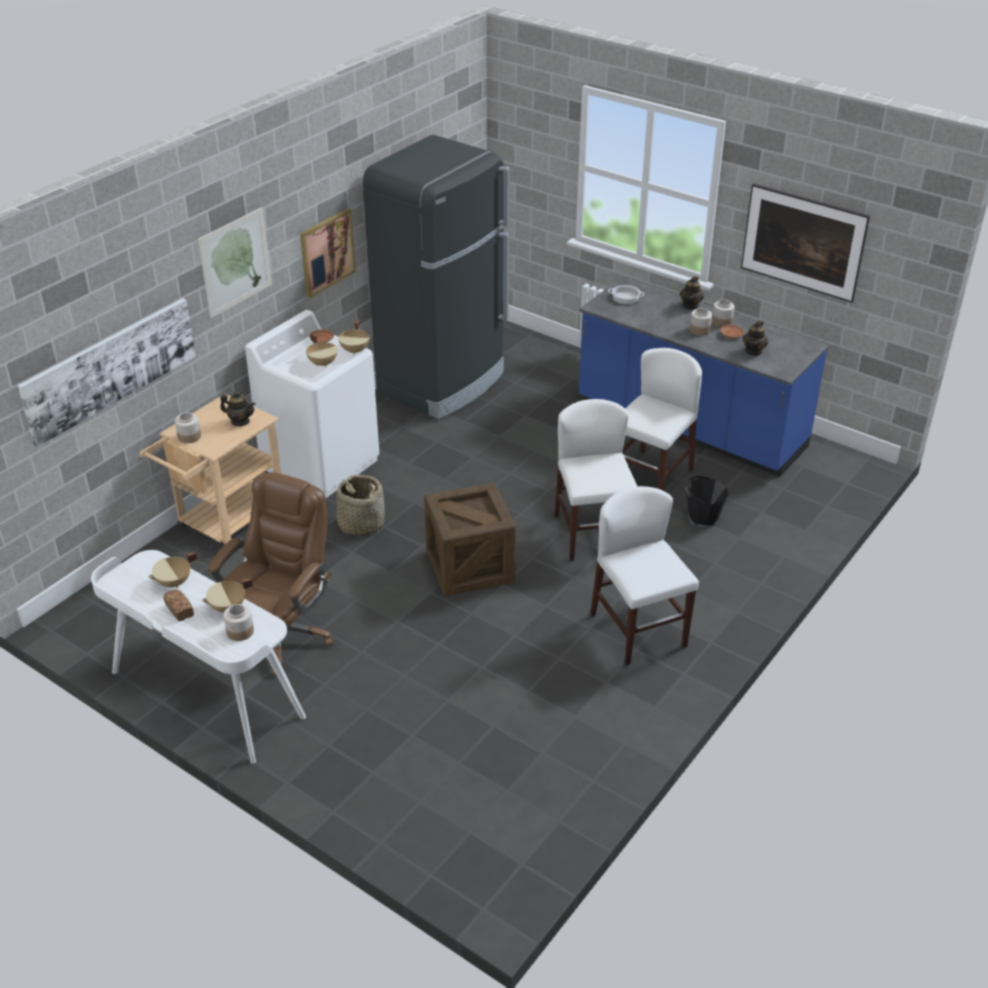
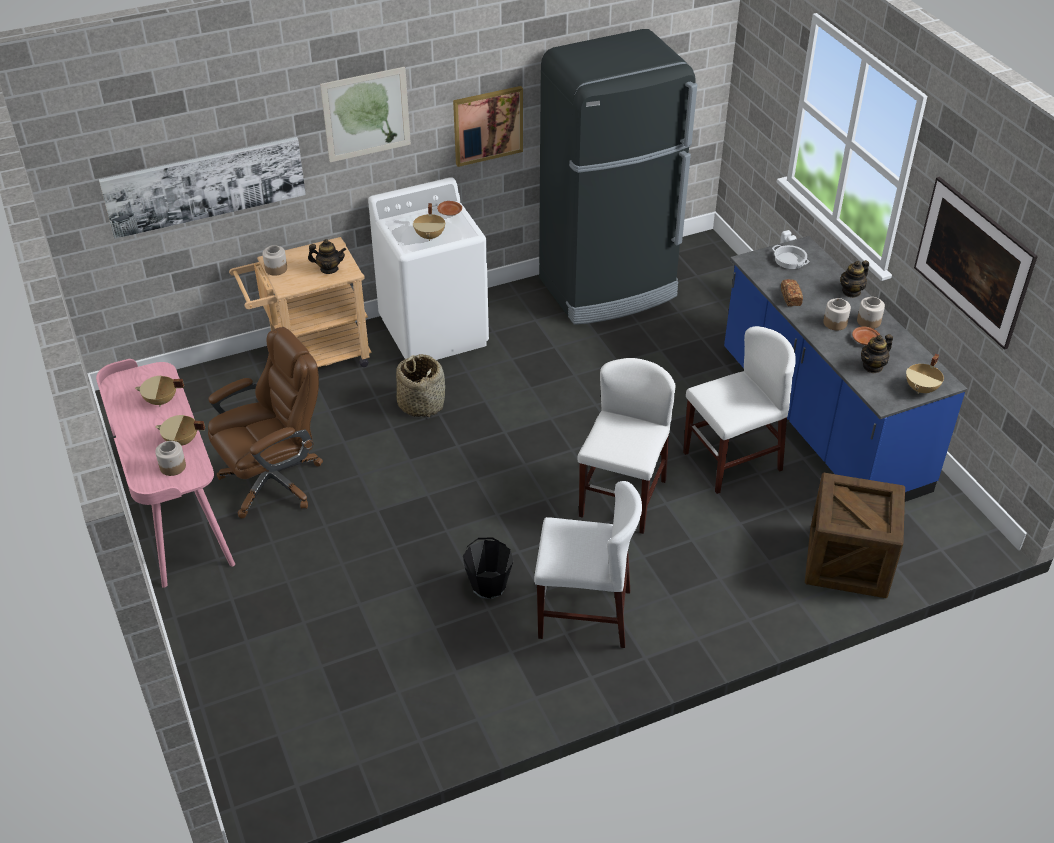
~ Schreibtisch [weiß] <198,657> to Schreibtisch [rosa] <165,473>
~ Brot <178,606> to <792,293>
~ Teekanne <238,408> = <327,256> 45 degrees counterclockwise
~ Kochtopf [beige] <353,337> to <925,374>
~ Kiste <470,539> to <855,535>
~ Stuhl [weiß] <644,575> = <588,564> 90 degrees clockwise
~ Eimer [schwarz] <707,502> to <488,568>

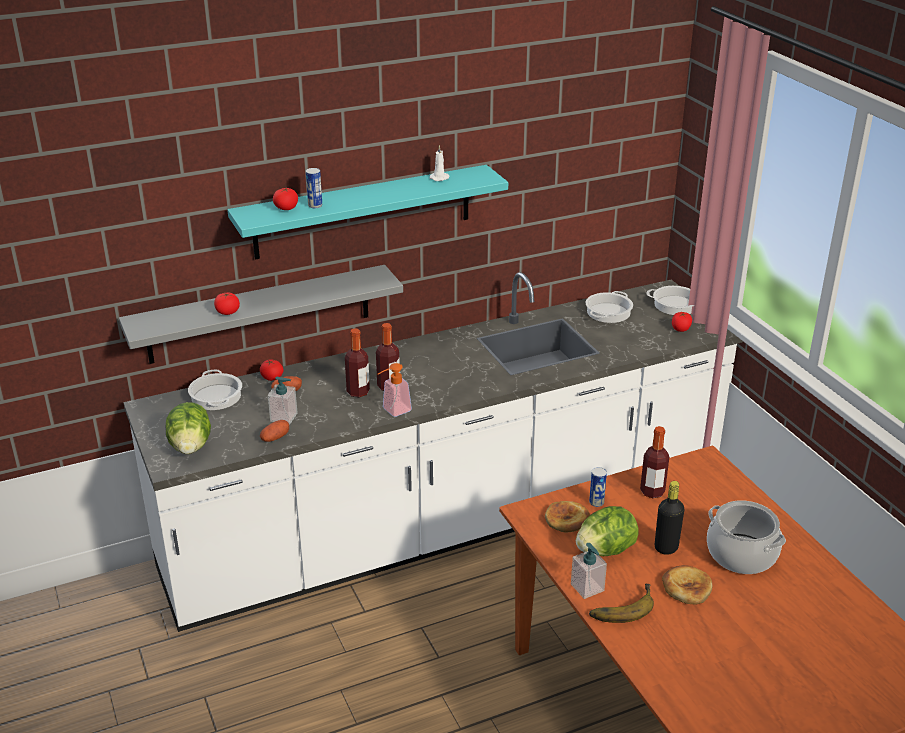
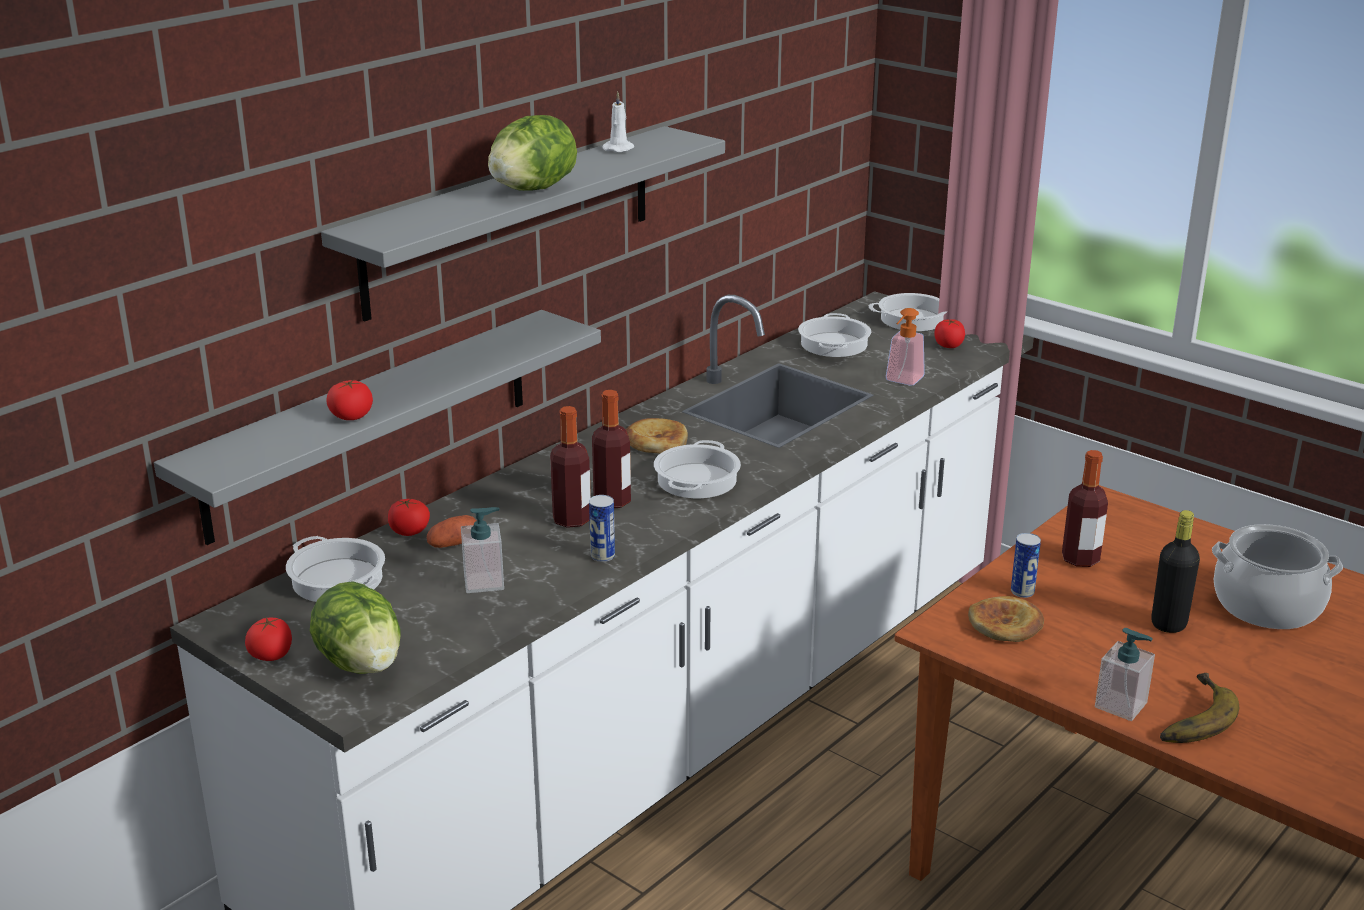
~ Wandregal [türkis] <367,212> to Wandregal [grau] <523,224>
- Kartoffel <274,431>
~ Tomate <285,199> to <268,639>
~ Dose <314,188> to <602,528>
~ Seifenspender <394,390> to <905,346>
~ Salatkopf <607,531> to <532,153>
~ Brot <687,585> to <657,435>
+ Kochtopf <697,469>

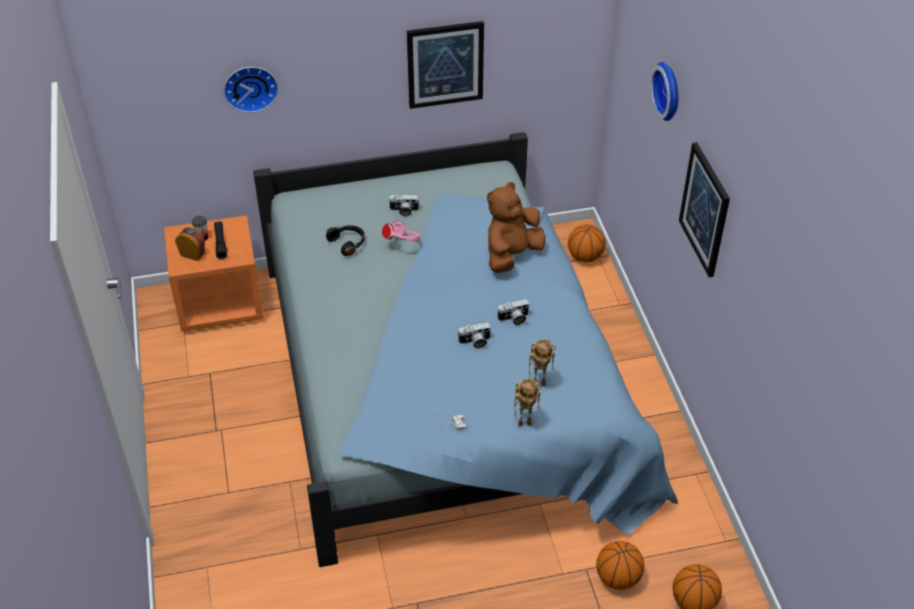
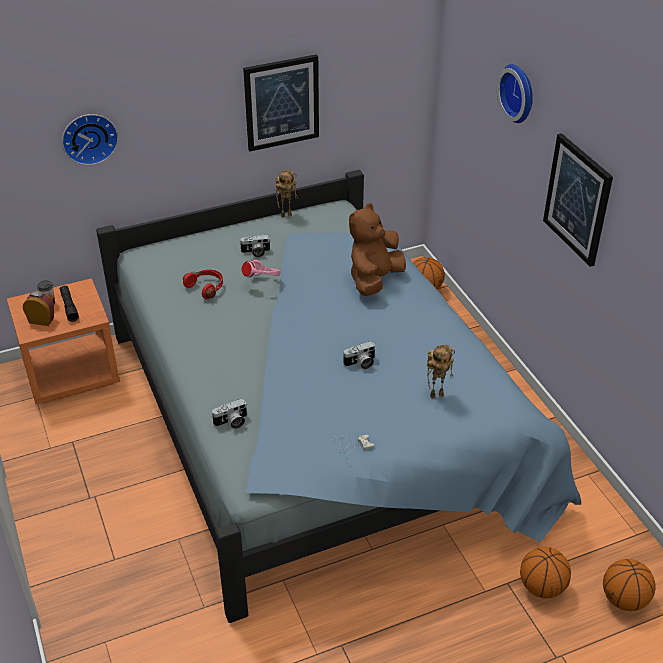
~ Kopfhörer [schwarz] <345,240> to Kopfhörer [rot] <203,284>
~ Kamera <513,312> to <229,413>
~ Spielzeugroboter <528,403> to <286,194>

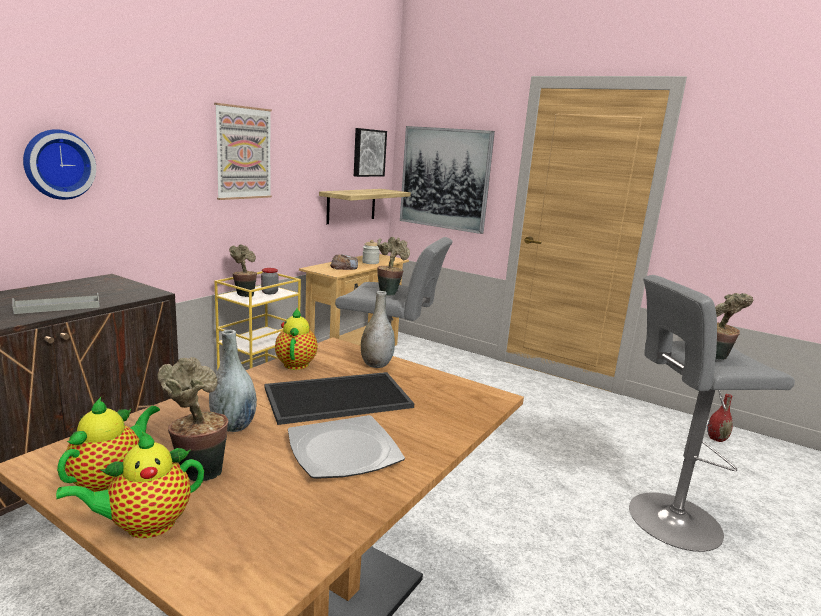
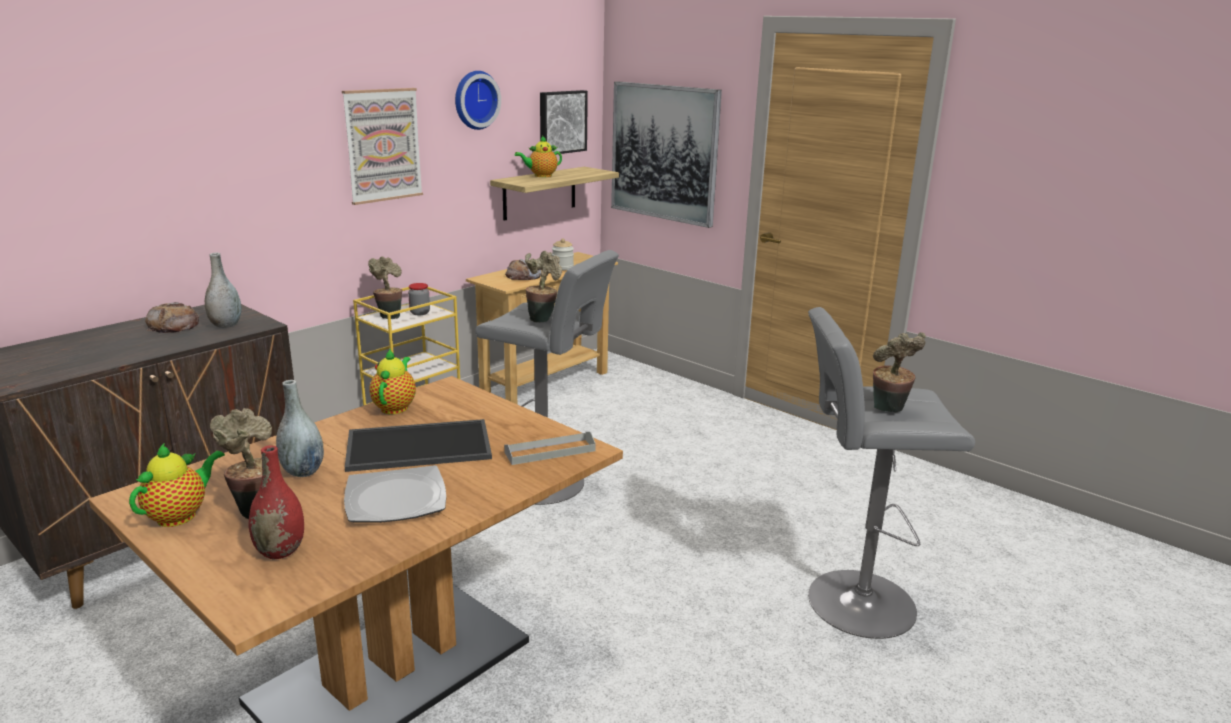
~ Tablett [grau] <56,303> to <550,448>
~ Wanduhr <59,164> to <478,100>
~ Teekanne <130,484> to <538,156>
~ Vase [grau] <378,329> to <223,290>
~ Vase [rot] <720,418> to <276,502>
+ Brot <172,317>

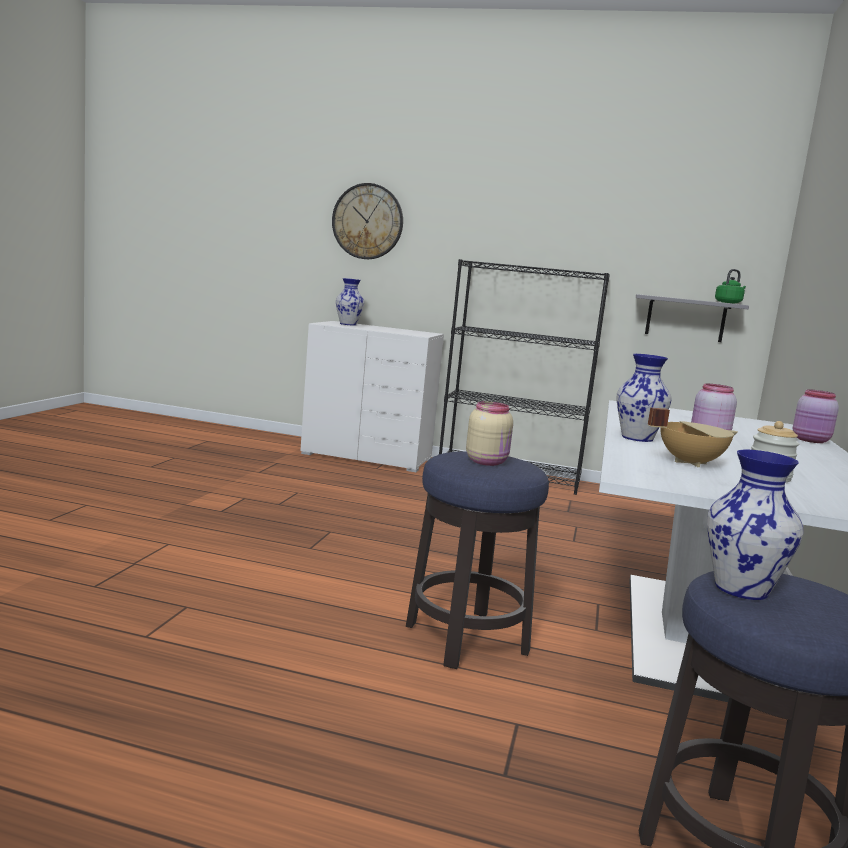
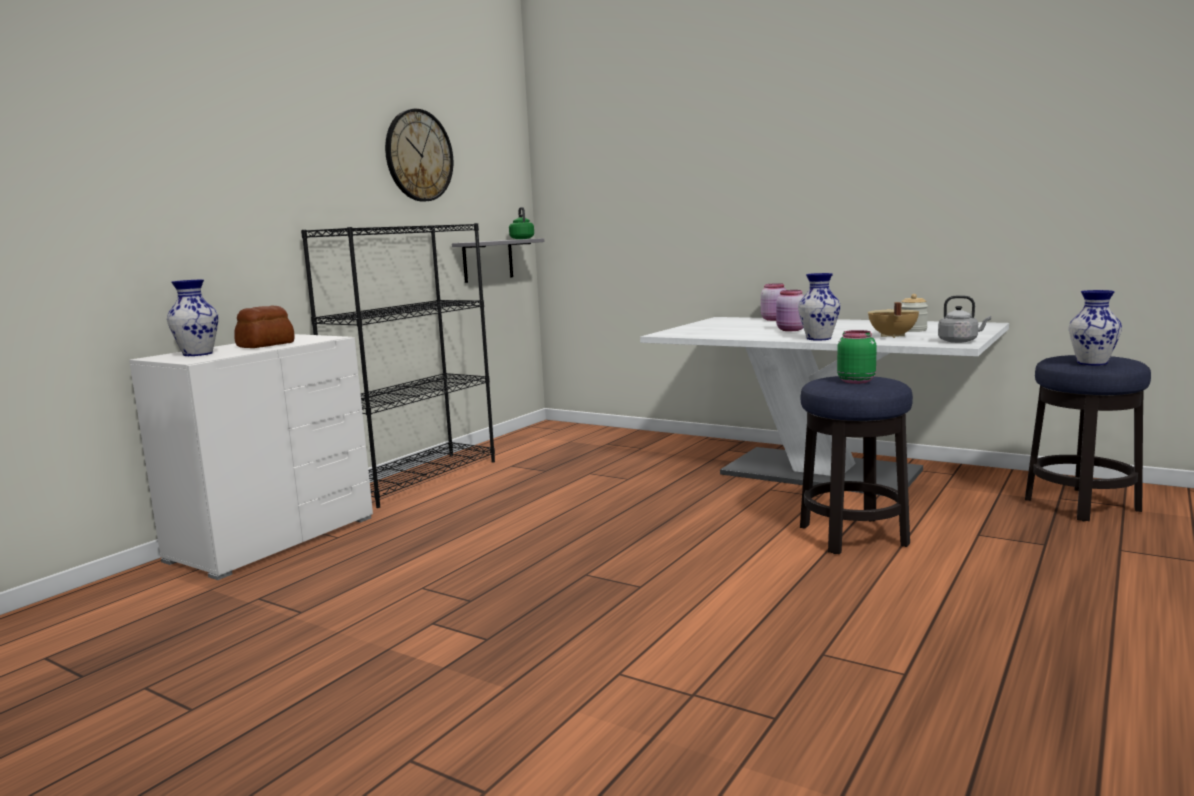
~ Wanduhr <367,221> to <419,155>
~ Vorratsglas [beige] <489,433> to Vorratsglas [grün] <857,357>
+ Brot <264,327>
+ Wasserkessel [grau] <964,319>

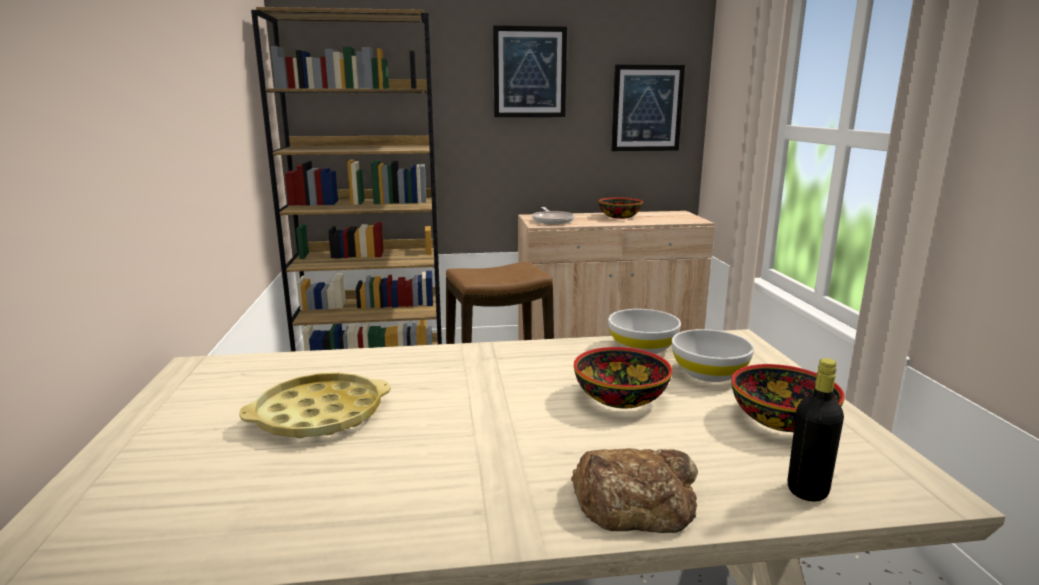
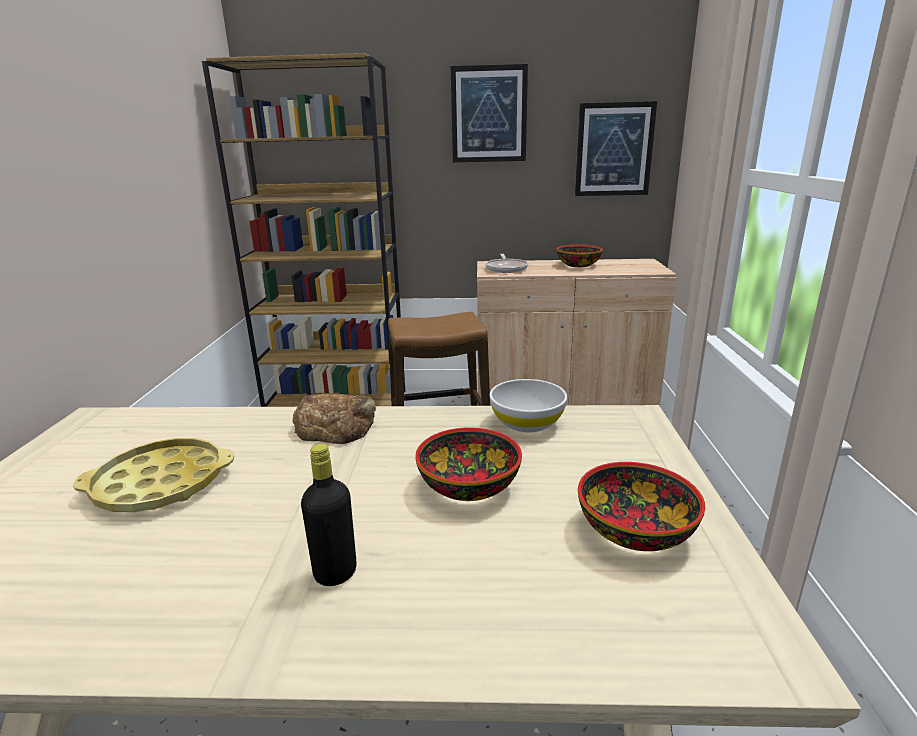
~ Brot <634,490> to <334,419>
- Schüssel [weiß] <713,355>
~ Flasche [schwarz] <816,429> to <329,515>

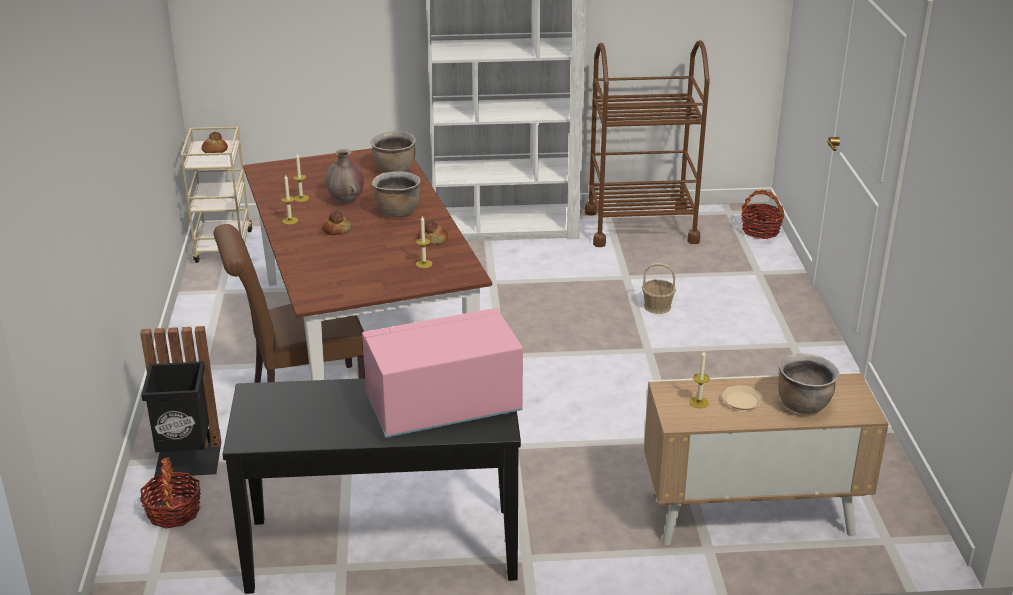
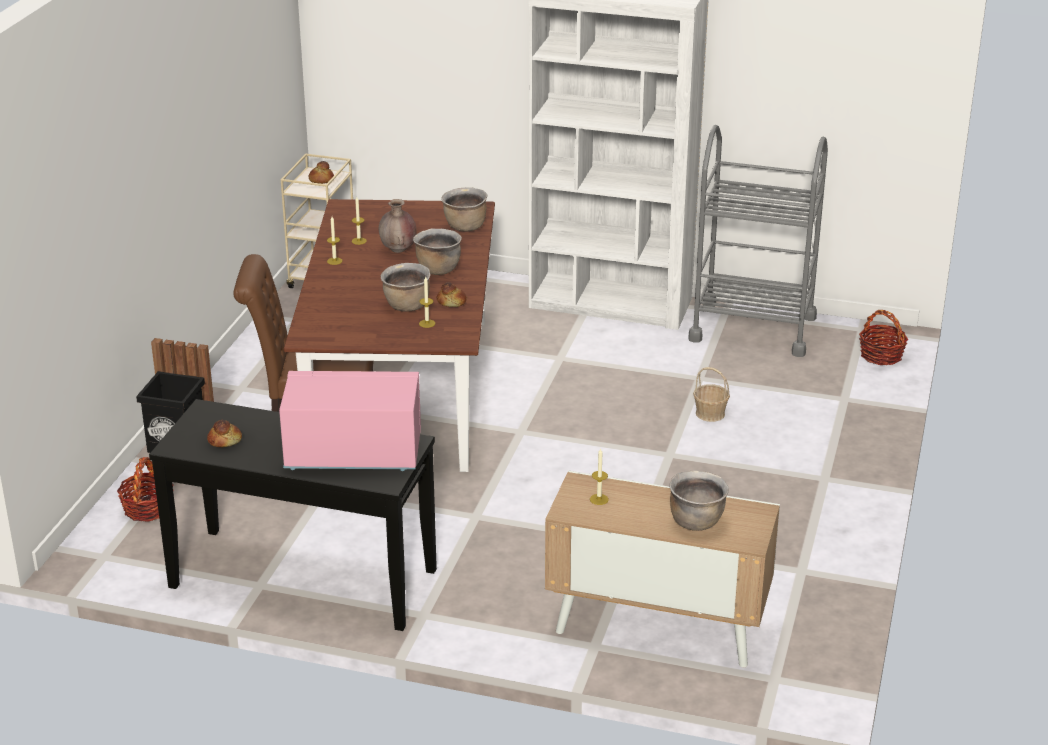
~ Brot <337,223> to <224,433>
~ Rollwagen [braun] <647,143> to Rollwagen [grau] <758,241>
- Teller [beige] <742,397>
+ Kochtopf [braun] <405,287>

